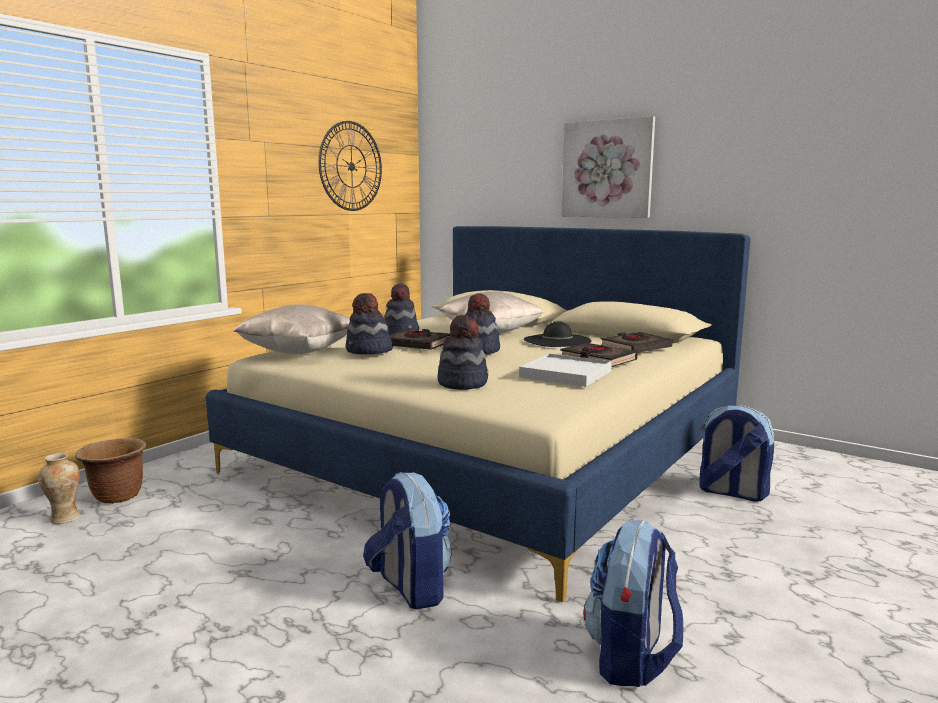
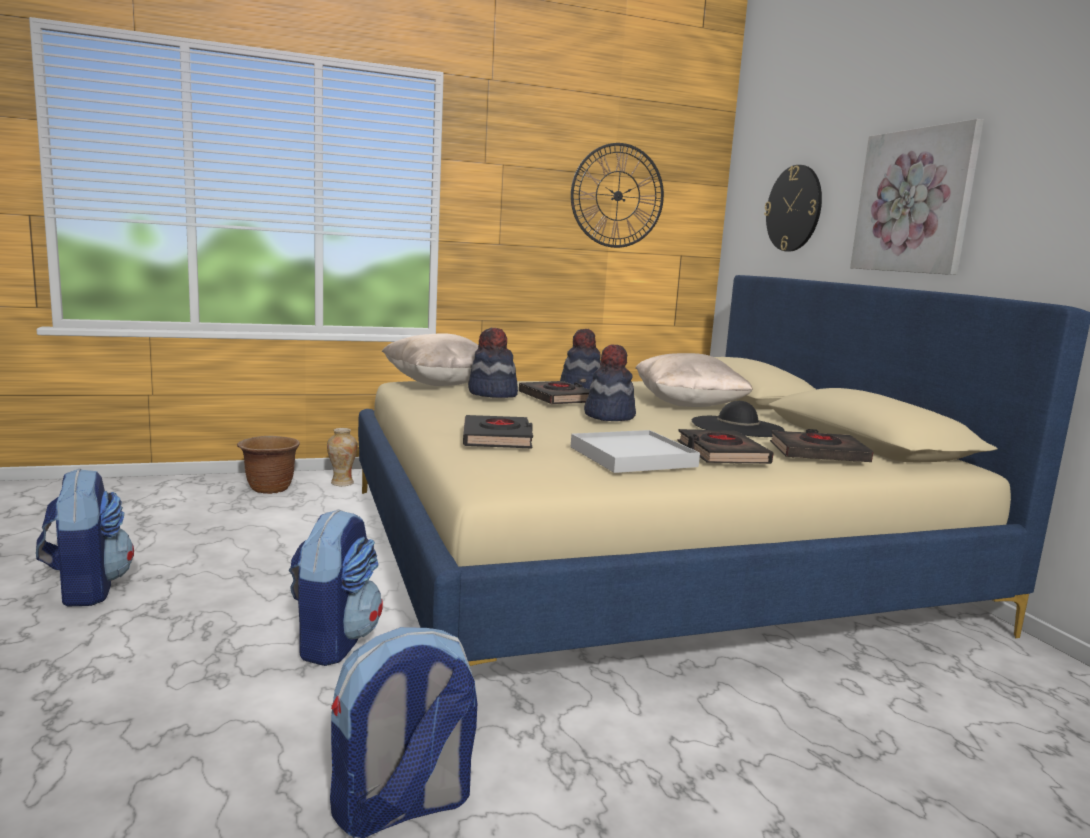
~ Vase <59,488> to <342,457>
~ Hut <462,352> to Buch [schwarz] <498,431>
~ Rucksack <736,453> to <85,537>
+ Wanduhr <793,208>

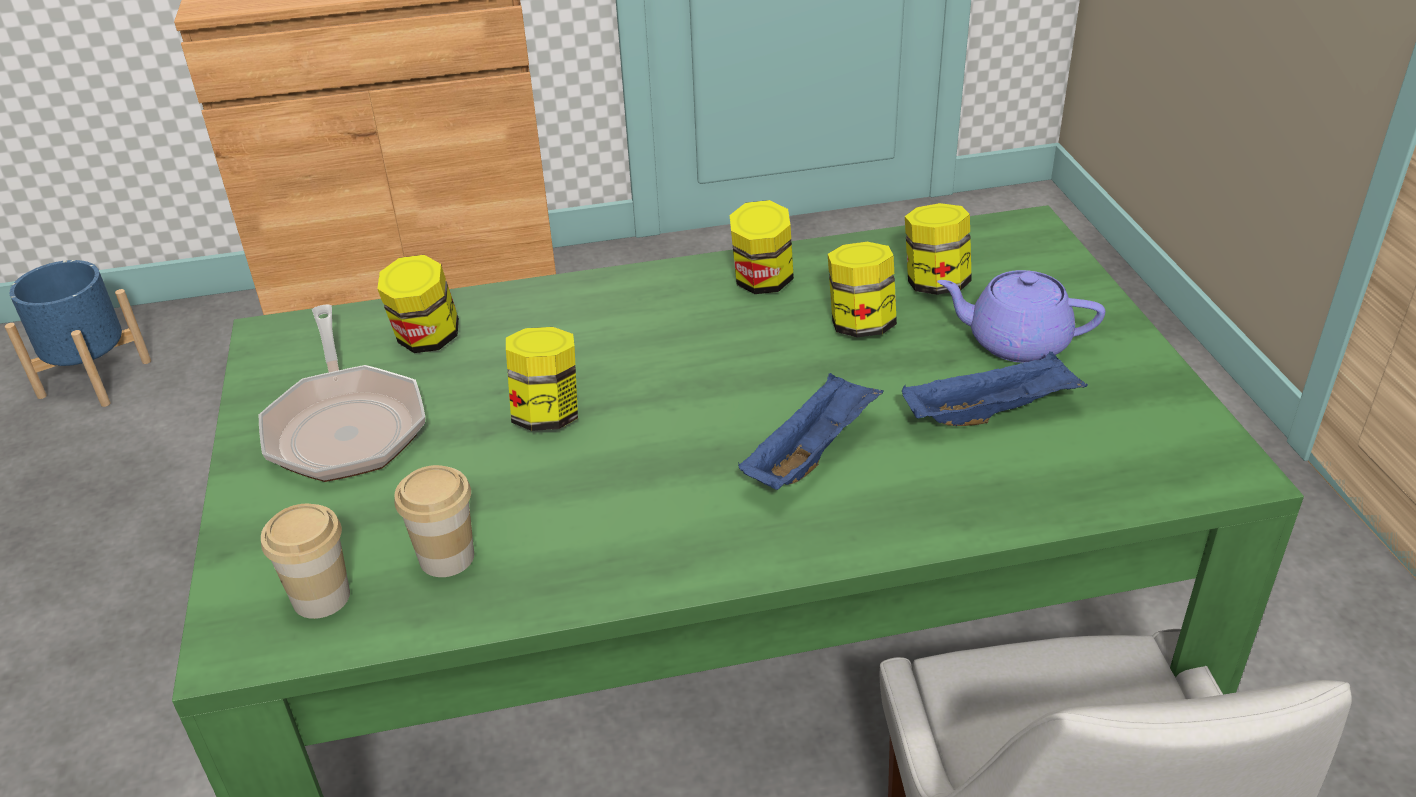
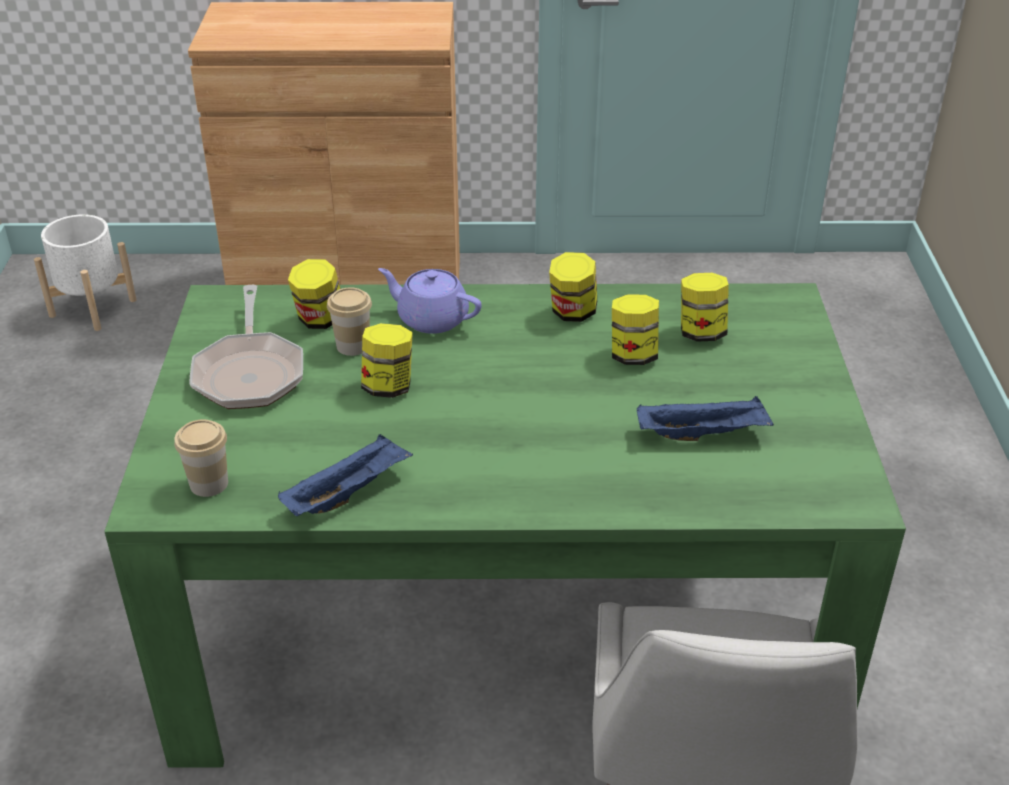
~ Pflanzkübel [blau] <78,333> to Pflanzkübel [weiß] <85,272>
~ Tasse <434,521> to <349,321>
~ Tablett [blau] <811,431> to <345,475>
~ Teekanne [lila] <1021,316> to <430,301>

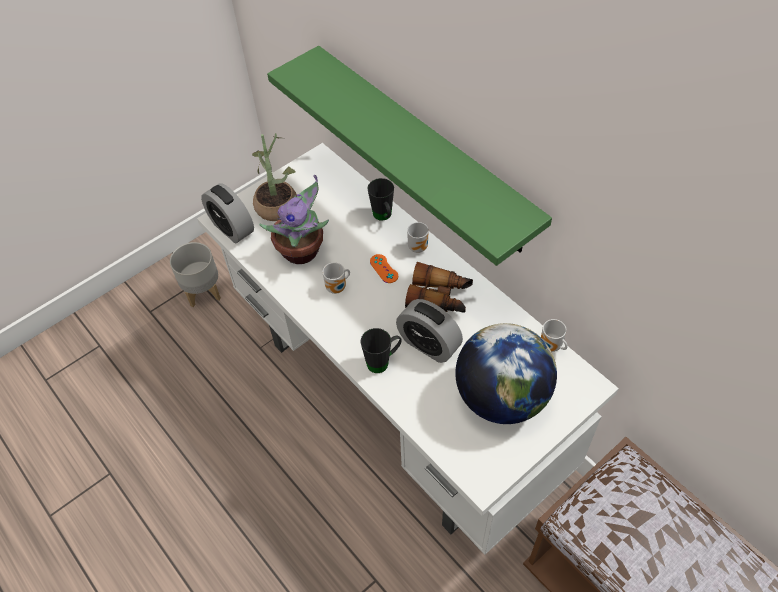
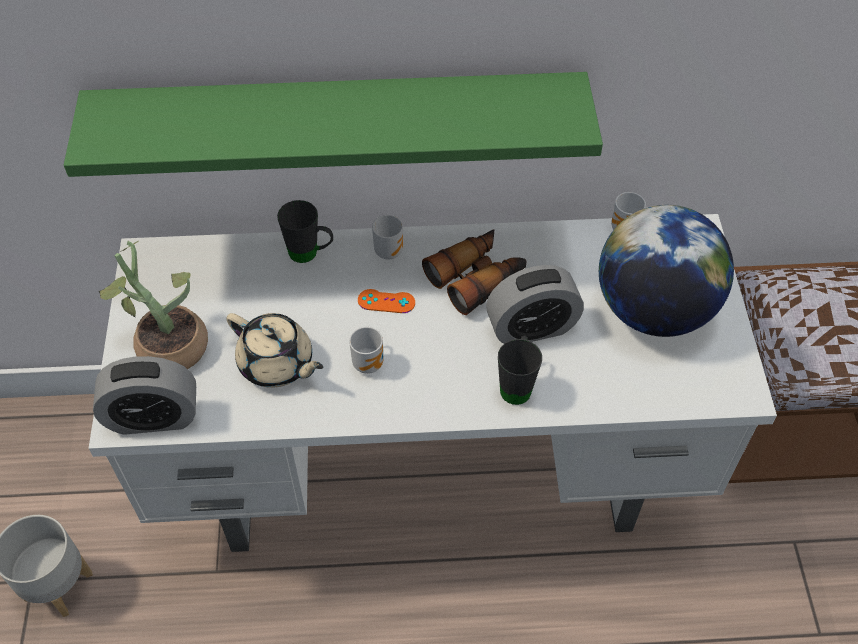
~ Topfpflanze <294,219> to Teekanne [beige] <274,350>

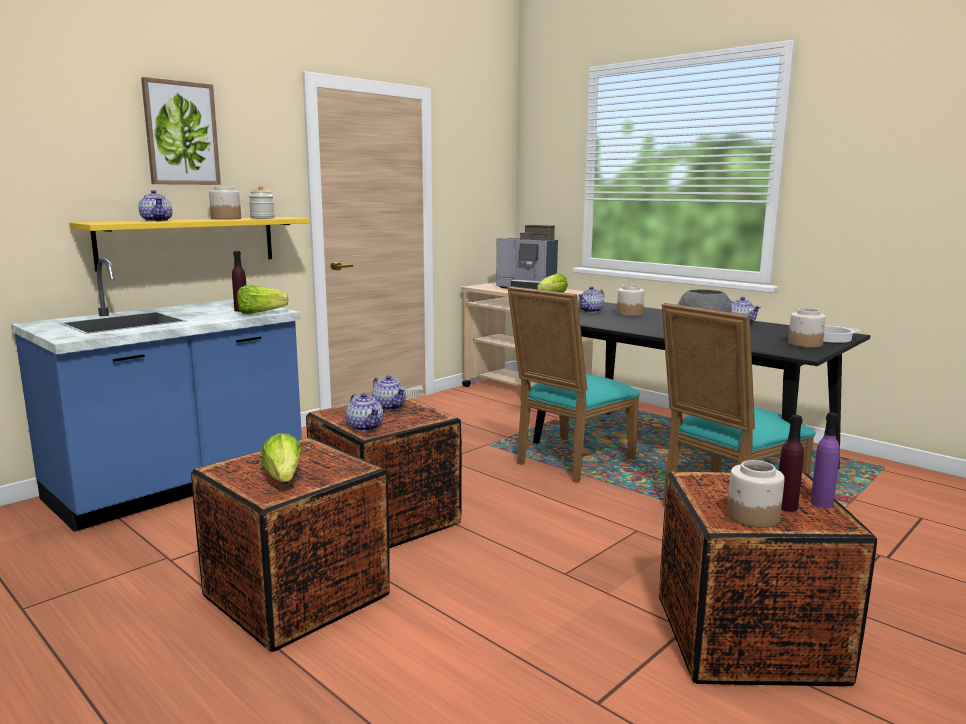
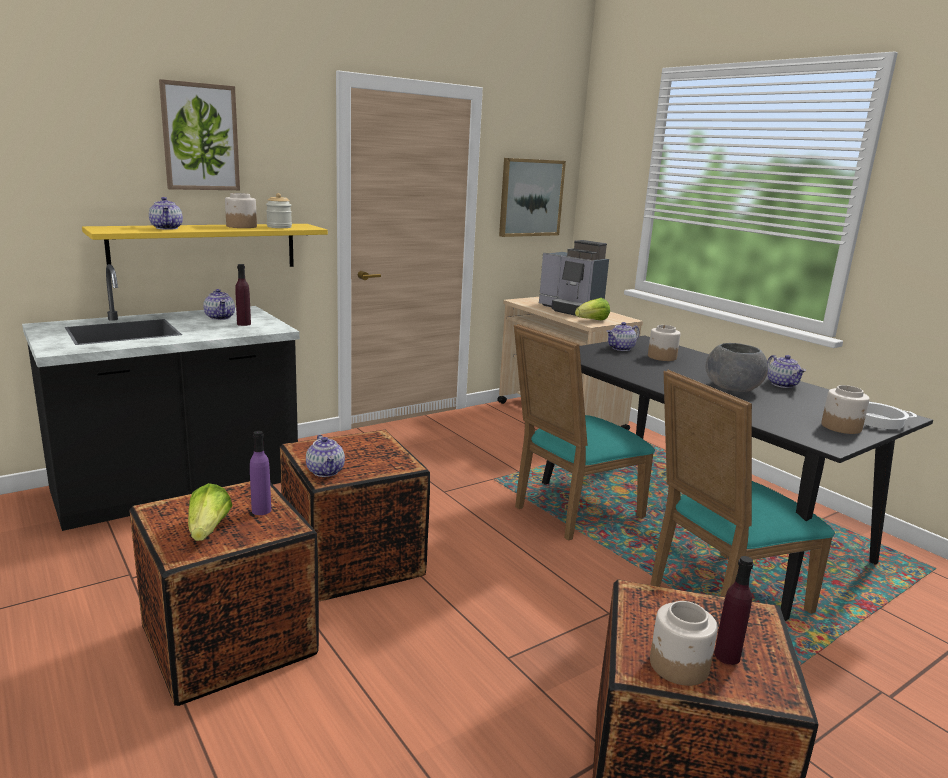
~ Küchenzeile [blau] <156,395> to Küchenzeile [schwarz] <161,397>
- Salatkopf <263,299>
~ Teekanne <389,393> to <219,304>
~ Flasche [lila] <825,460> to <260,473>
+ Bild <532,197>

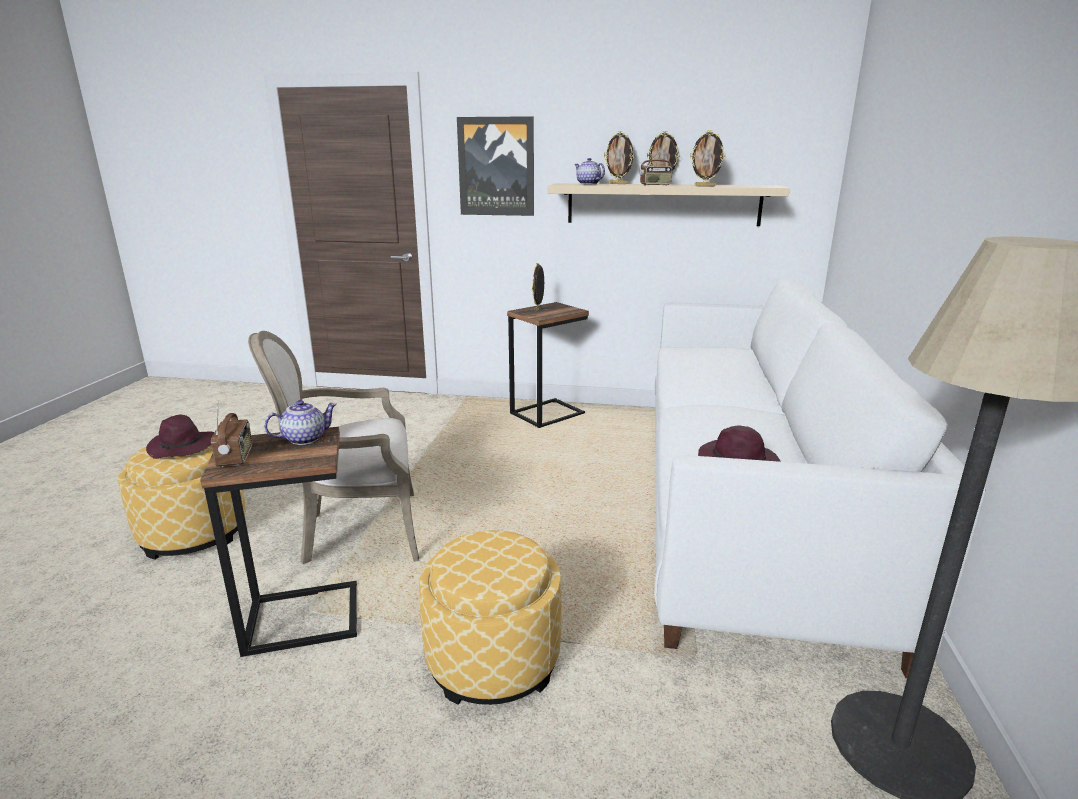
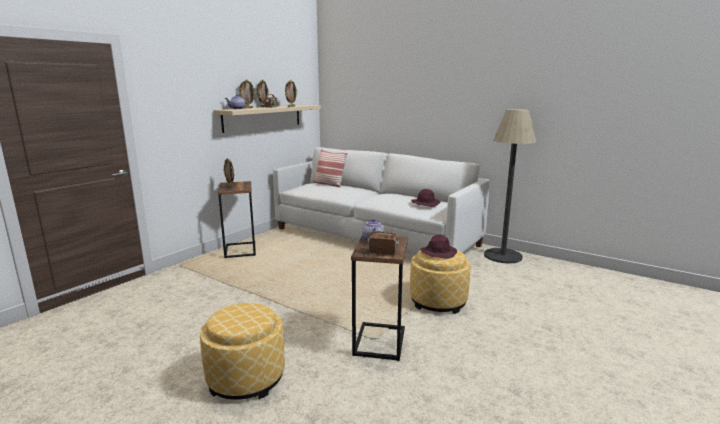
~ Hut [lila] <180,437> to <438,247>
- Sessel <333,447>
- Bild <495,166>
+ Kissen <330,168>

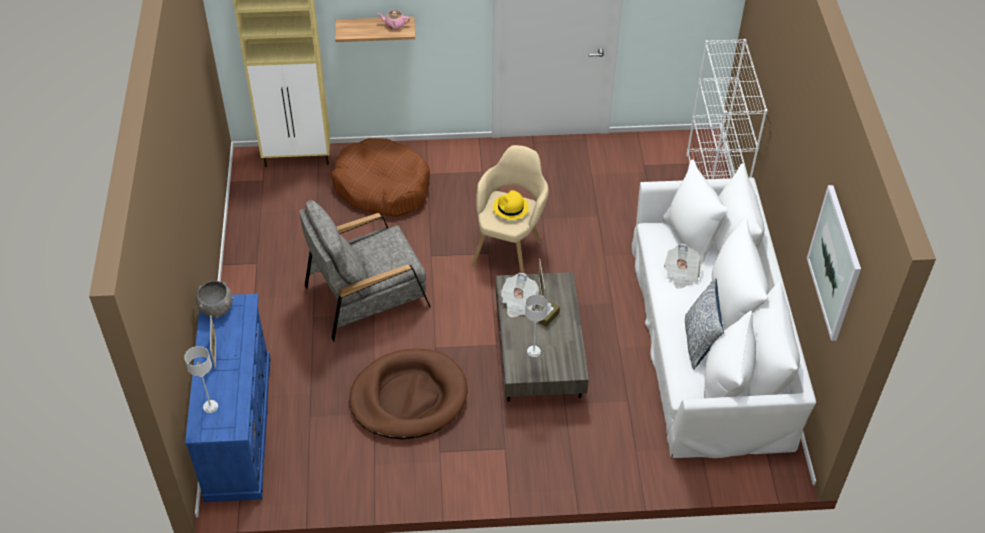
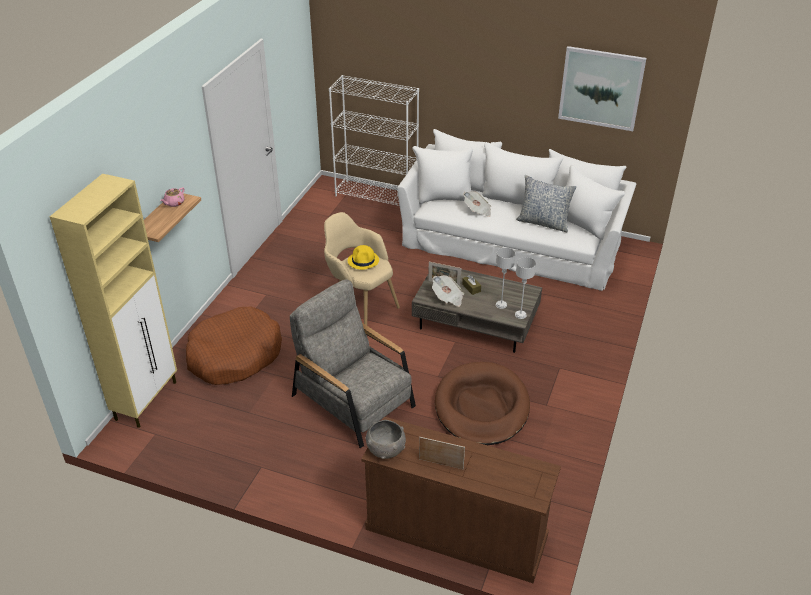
~ Tischlampe [grau] <201,379> to <525,288>
~ Kommode [blau] <228,398> to Kommode [braun] <461,499>
~ Sessel [grau] <365,271> = <353,363> 135 degrees clockwise

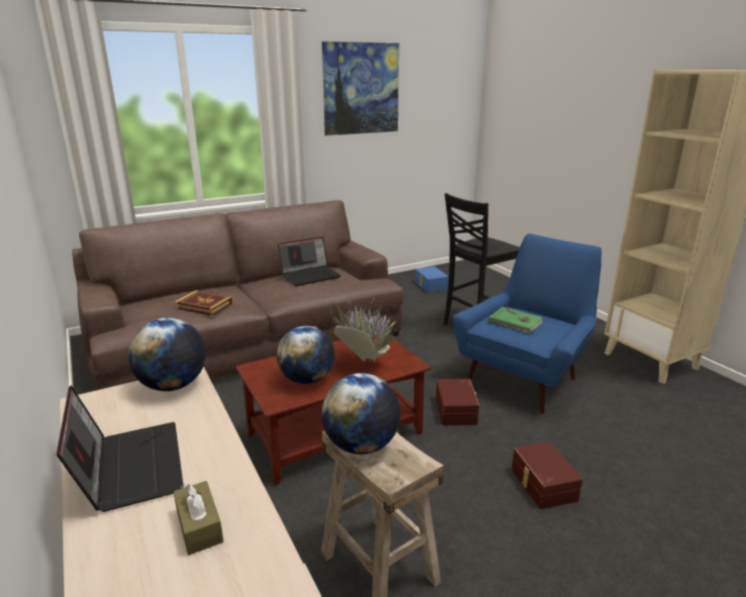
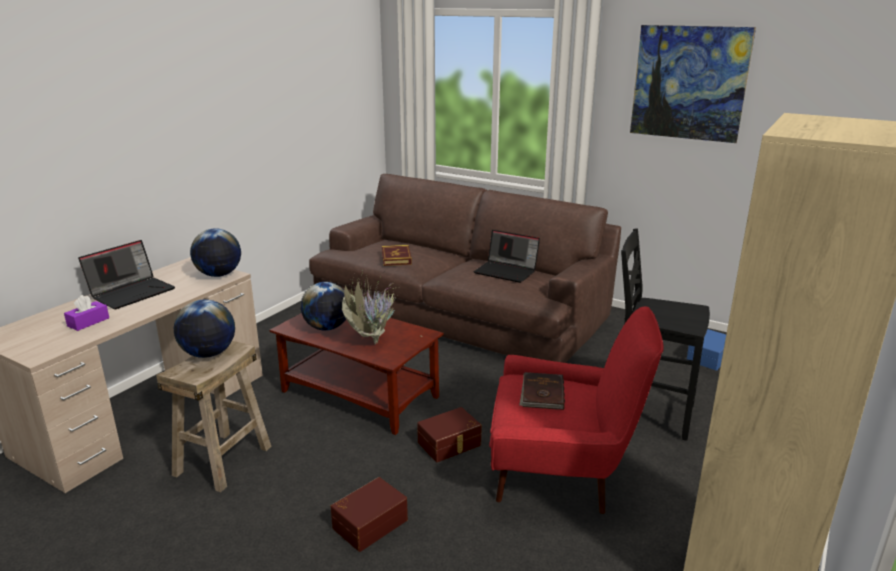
~ Taschentuchbox [braun] <199,518> to Taschentuchbox [lila] <86,313>
~ Sessel [blau] <527,324> to Sessel [rot] <576,410>
~ Buch [grün] <515,320> to Buch [braun] <542,391>

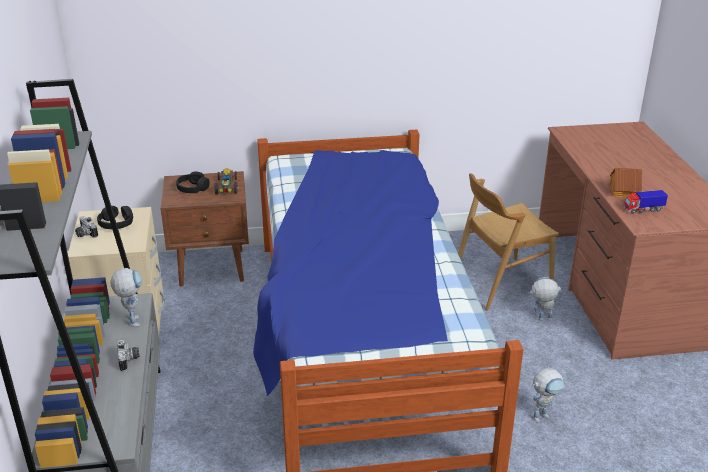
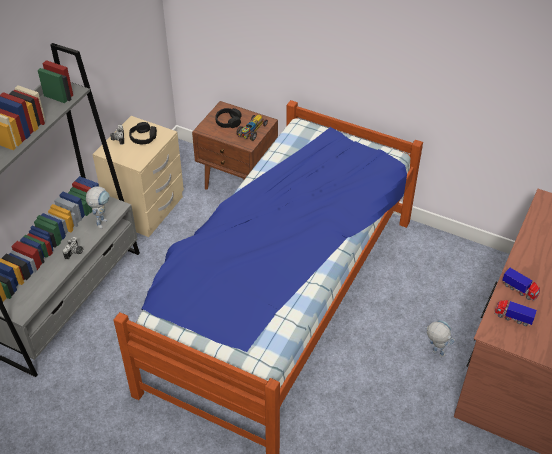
- Stuhl [braun] <508,242>
- Spielzeugroboter <548,395>
~ Spielzeughaus <626,182> to Spielzeuglaster <521,284>

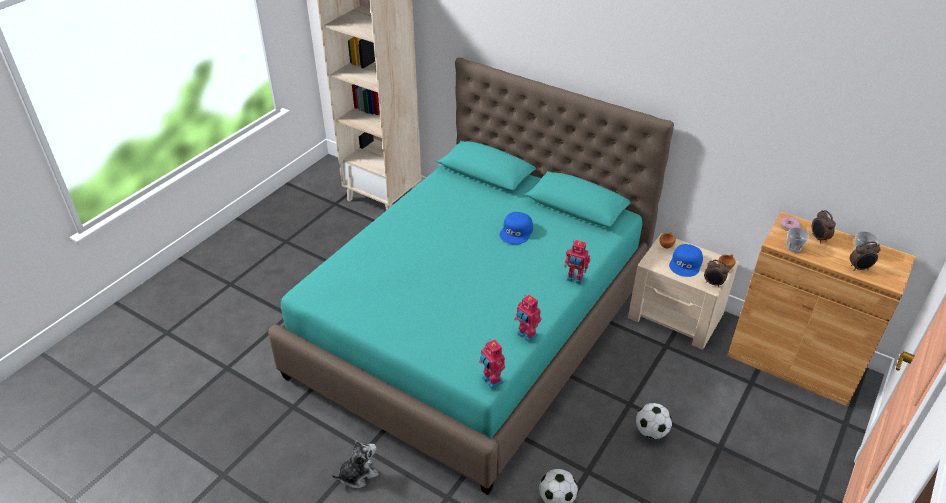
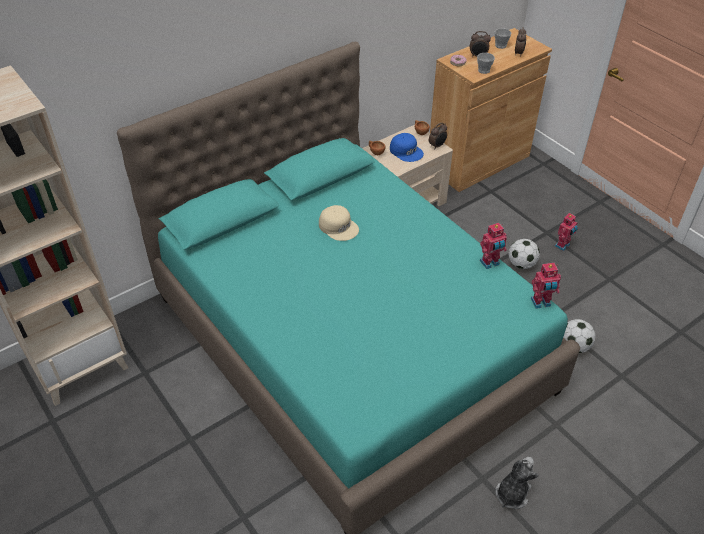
~ Plüschtier <355,464> = <517,483> 45 degrees clockwise
~ Kappe [blau] <516,228> to Kappe [beige] <339,223>
~ Spielzeugroboter <577,262> to <566,232>

